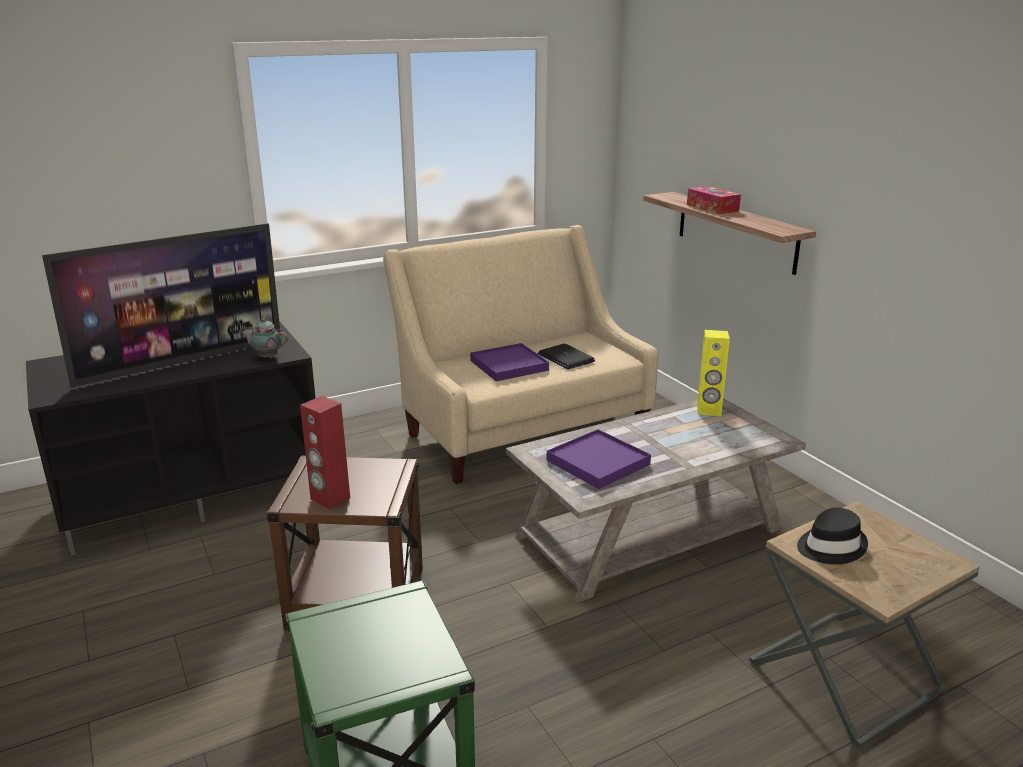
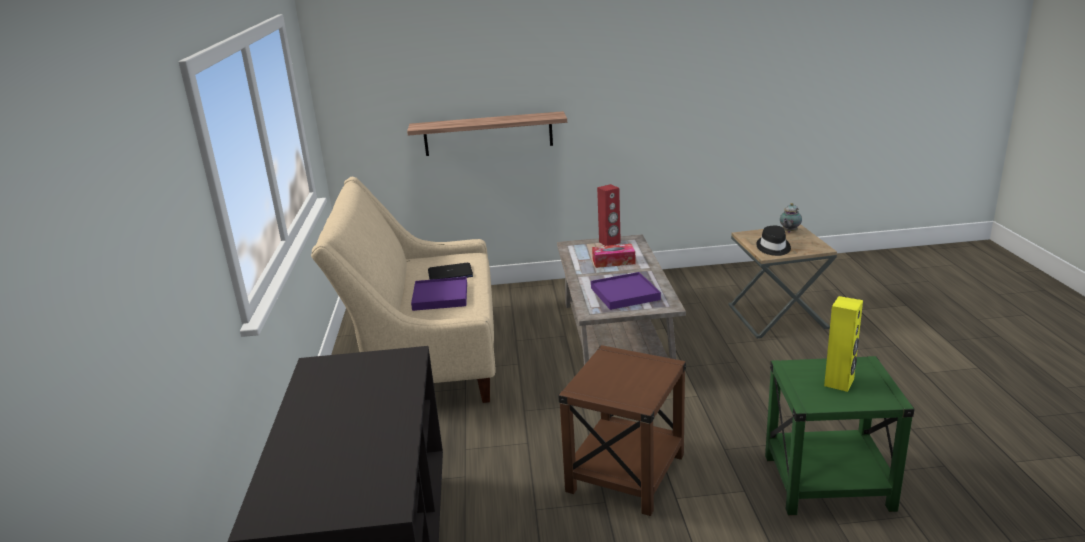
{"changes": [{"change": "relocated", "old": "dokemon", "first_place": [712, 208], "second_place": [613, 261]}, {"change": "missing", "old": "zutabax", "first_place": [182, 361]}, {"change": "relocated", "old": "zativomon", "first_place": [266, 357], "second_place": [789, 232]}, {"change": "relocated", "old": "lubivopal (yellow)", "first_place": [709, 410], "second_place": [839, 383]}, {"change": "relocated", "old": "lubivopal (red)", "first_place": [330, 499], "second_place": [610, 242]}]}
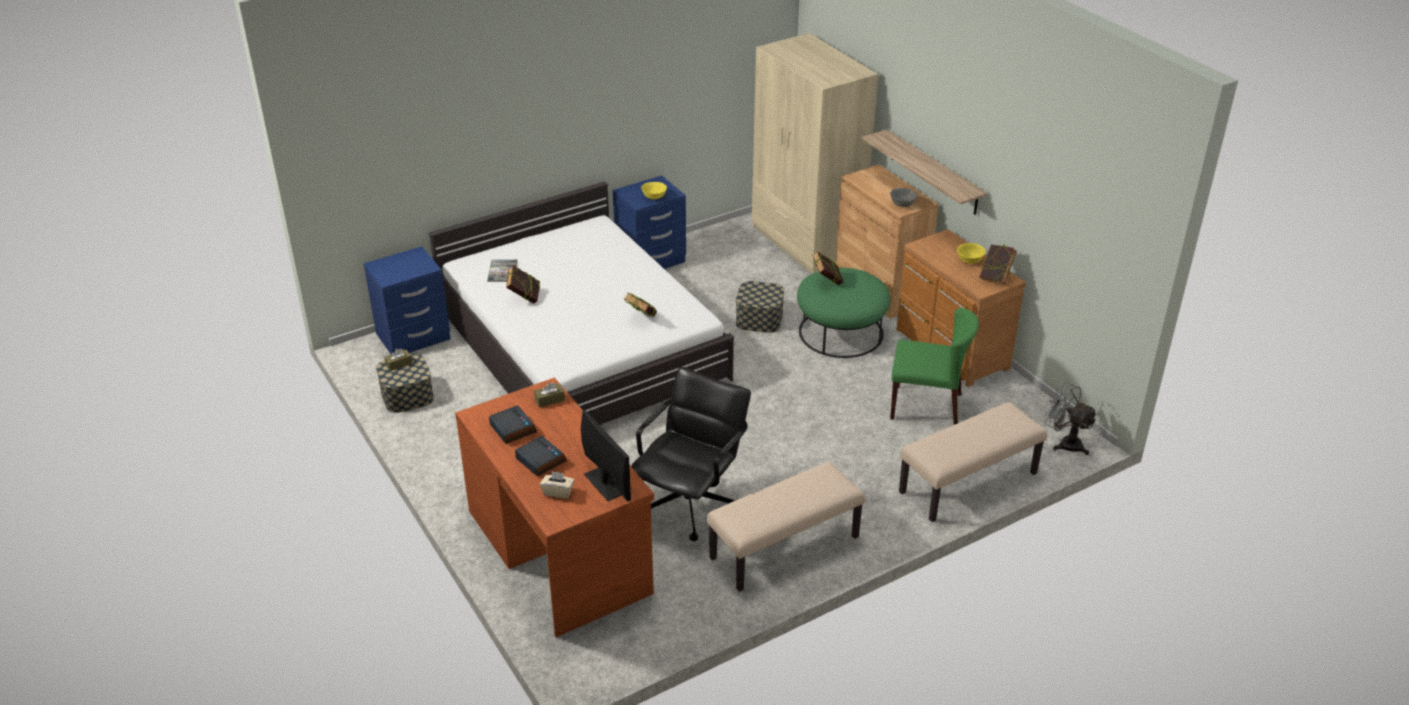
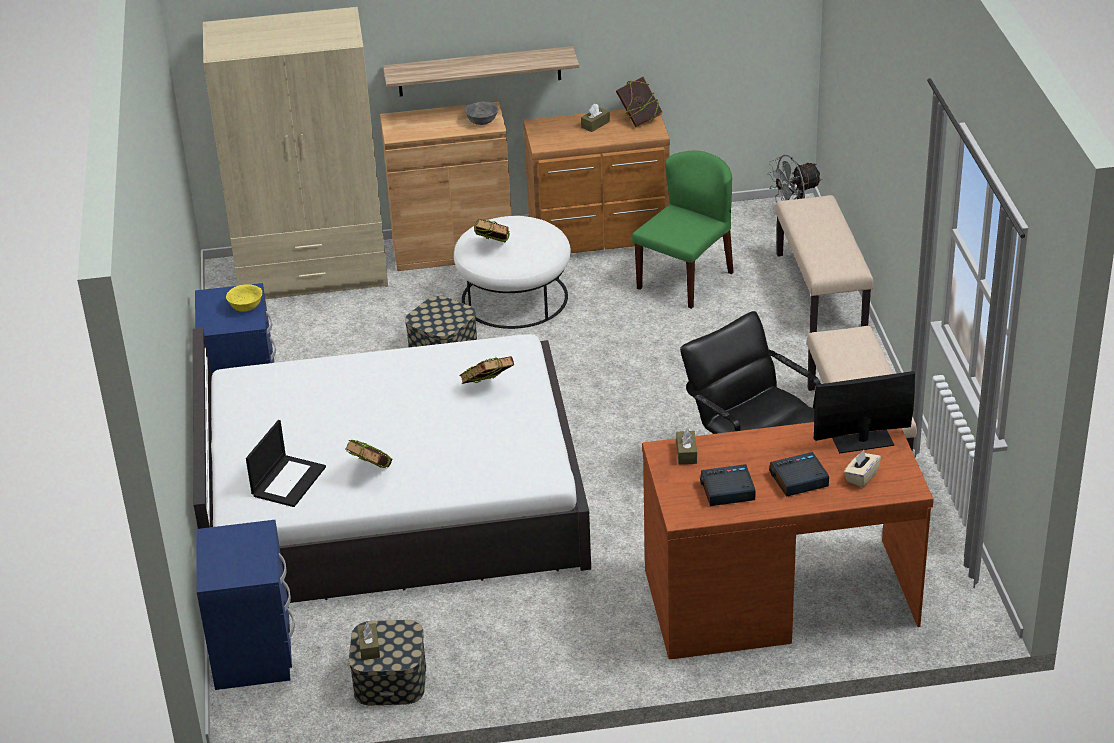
{"changes": [{"change": "exchanged", "old": "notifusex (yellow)", "new": "dokemon (brown)", "first_place": [969, 261], "second_place": [595, 124]}, {"change": "exchanged", "old": "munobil", "new": "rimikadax", "first_place": [502, 271], "second_place": [288, 481]}, {"change": "colour", "old": "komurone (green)", "new": "komurone (white)", "first_place": [840, 332], "second_place": [514, 297]}]}
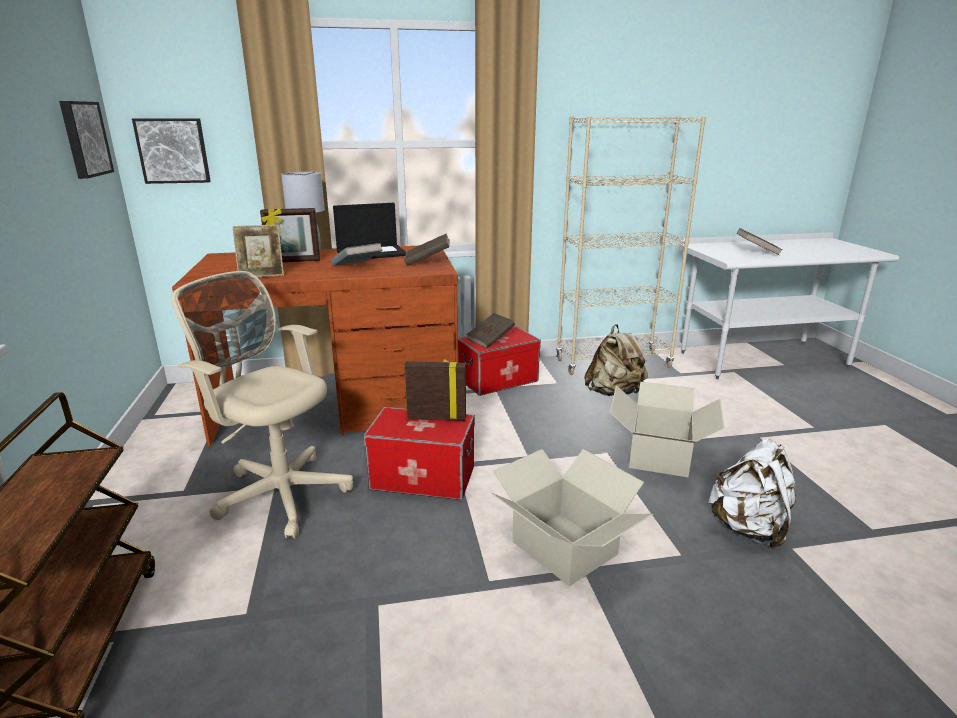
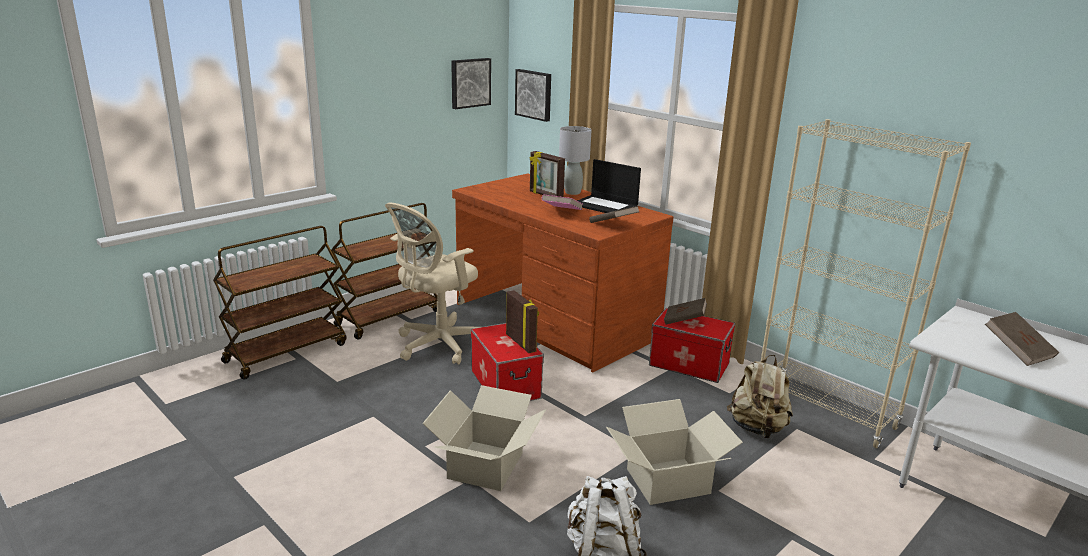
{"changes": [{"change": "missing", "old": "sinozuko", "first_place": [262, 275]}, {"change": "colour", "old": "munobil (grey)", "new": "munobil (pink)", "first_place": [357, 267], "second_place": [562, 212]}, {"change": "spun", "old": "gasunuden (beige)", "first_place": [280, 492], "second_place": [438, 345], "degrees": -135}, {"change": "appeared", "new": "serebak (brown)", "second_place": [389, 317]}]}
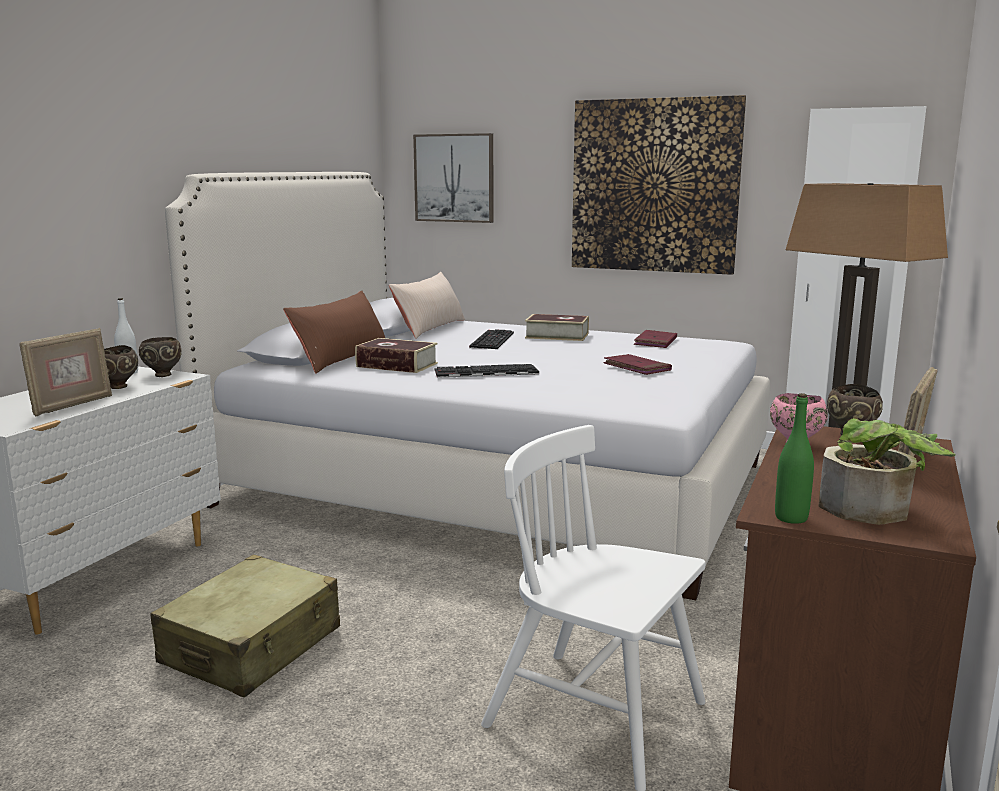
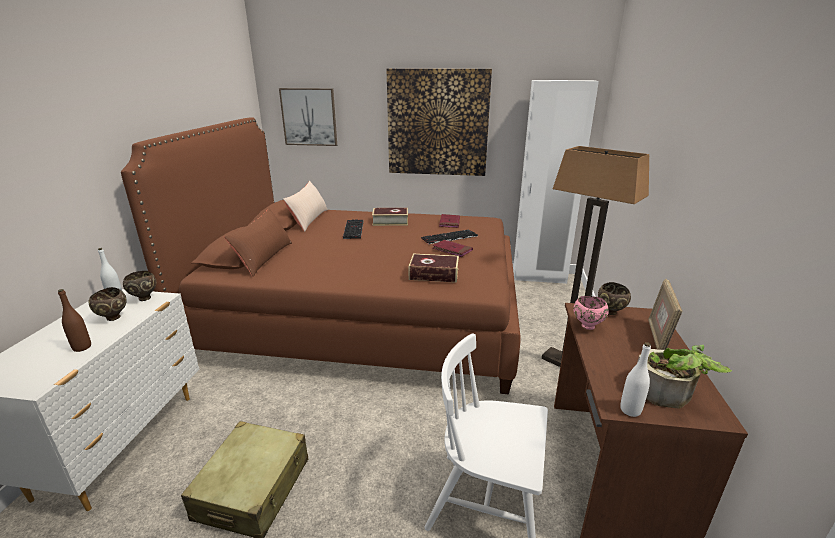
{"changes": [{"change": "colour", "old": "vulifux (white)", "new": "vulifux (brown)", "first_place": [494, 484], "second_place": [364, 316]}, {"change": "exchanged", "old": "sinozuko", "new": "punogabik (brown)", "first_place": [72, 405], "second_place": [82, 347]}, {"change": "relocated", "old": "munobil", "first_place": [397, 365], "second_place": [434, 274]}, {"change": "relocated", "old": "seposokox", "first_place": [485, 372], "second_place": [449, 237]}, {"change": "colour", "old": "punogabik (green)", "new": "punogabik (white)", "first_place": [791, 518], "second_place": [630, 410]}]}
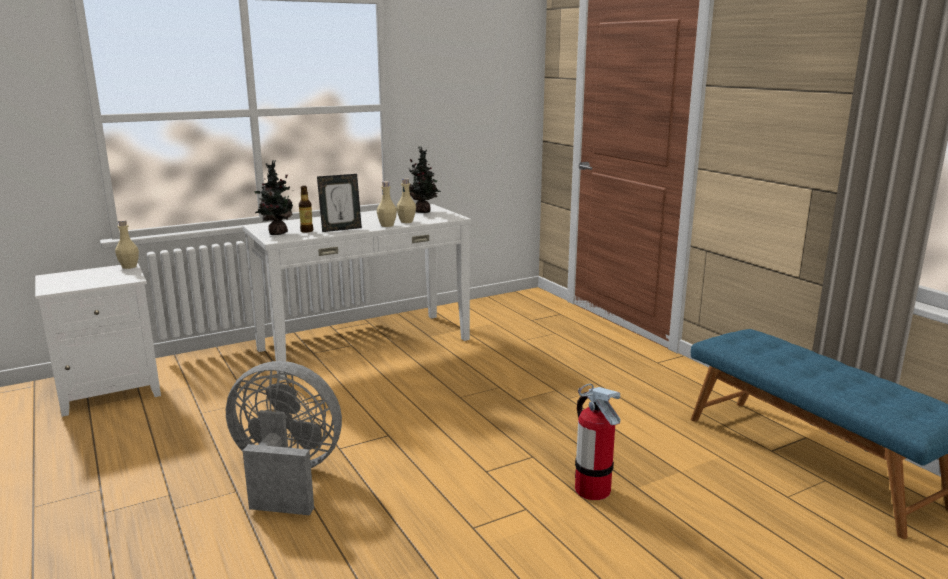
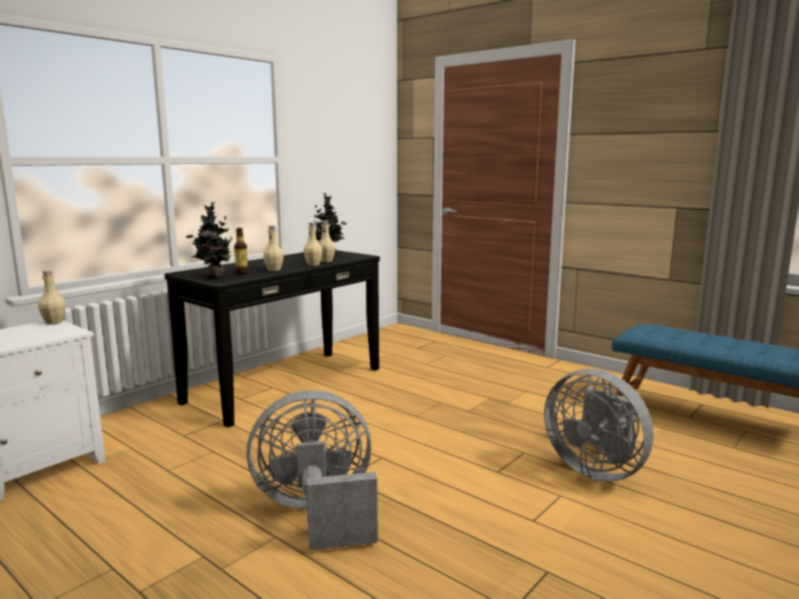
{"changes": [{"change": "exchanged", "old": "sinozuko", "new": "punogabik (beige)", "first_place": [341, 229], "second_place": [274, 270]}, {"change": "colour", "old": "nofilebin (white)", "new": "nofilebin (black)", "first_place": [364, 344], "second_place": [285, 385]}, {"change": "exchanged", "old": "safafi", "new": "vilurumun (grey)", "first_place": [592, 489], "second_place": [595, 469]}]}
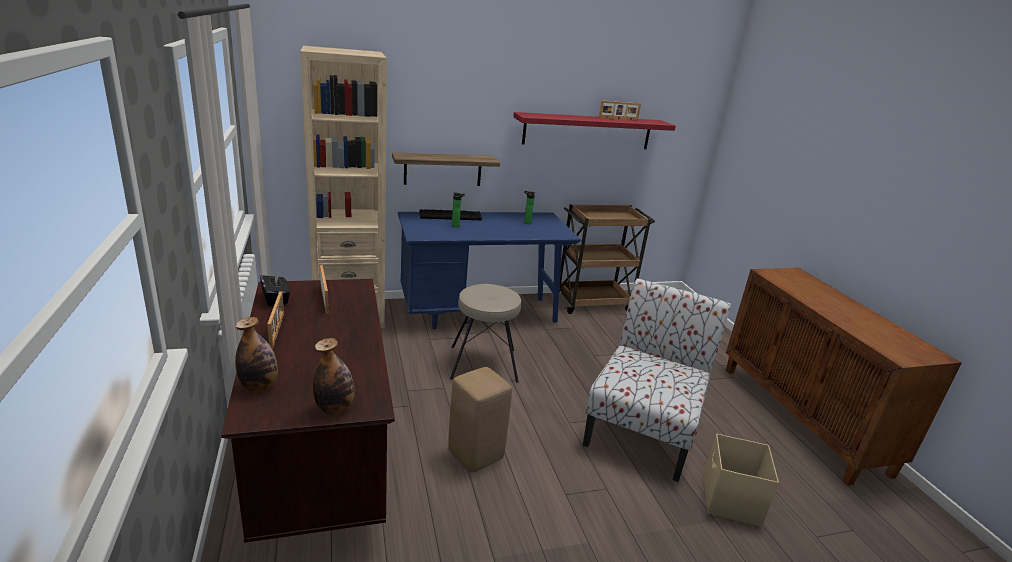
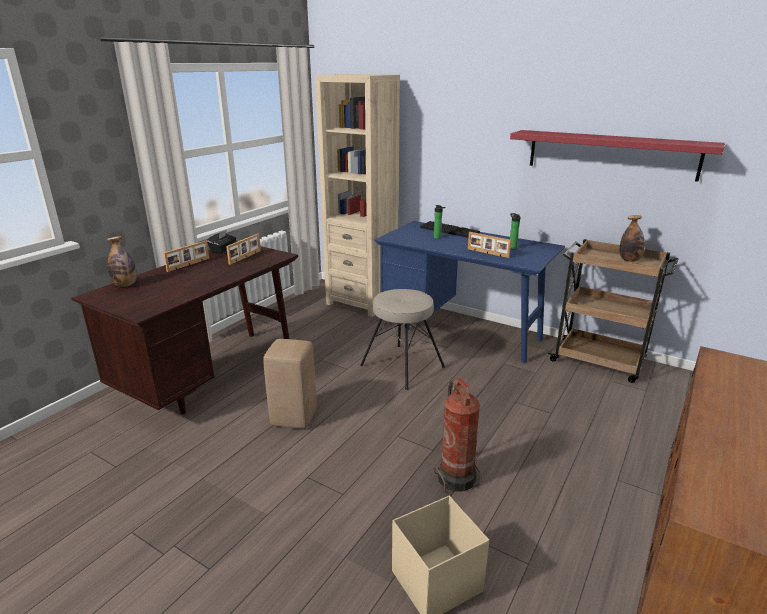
{"changes": [{"change": "relocated", "old": "sinozuko", "first_place": [618, 119], "second_place": [487, 253]}, {"change": "missing", "old": "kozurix", "first_place": [443, 169]}, {"change": "exchanged", "old": "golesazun", "new": "safafi", "first_place": [643, 429], "second_place": [456, 477]}, {"change": "relocated", "old": "punogabik", "first_place": [335, 408], "second_place": [629, 260]}]}
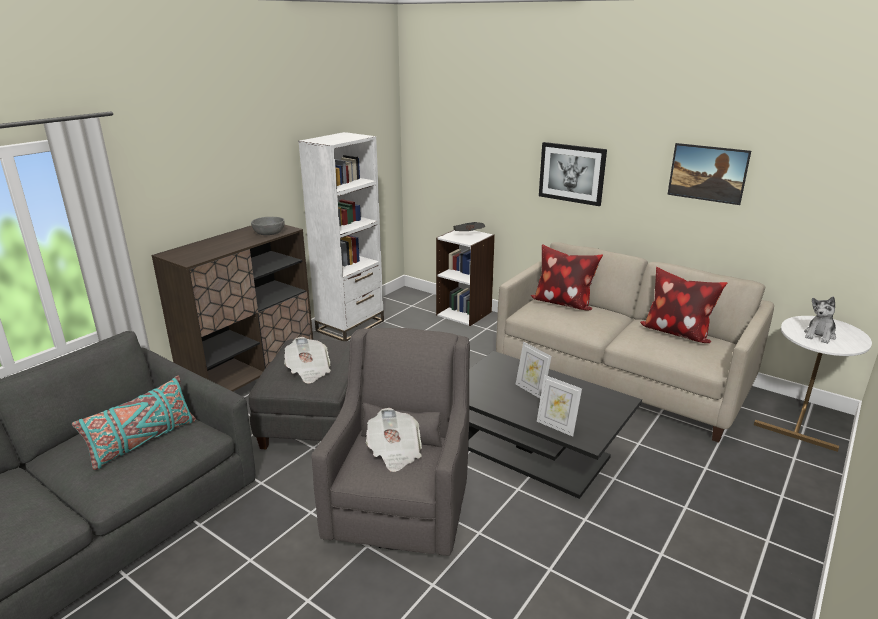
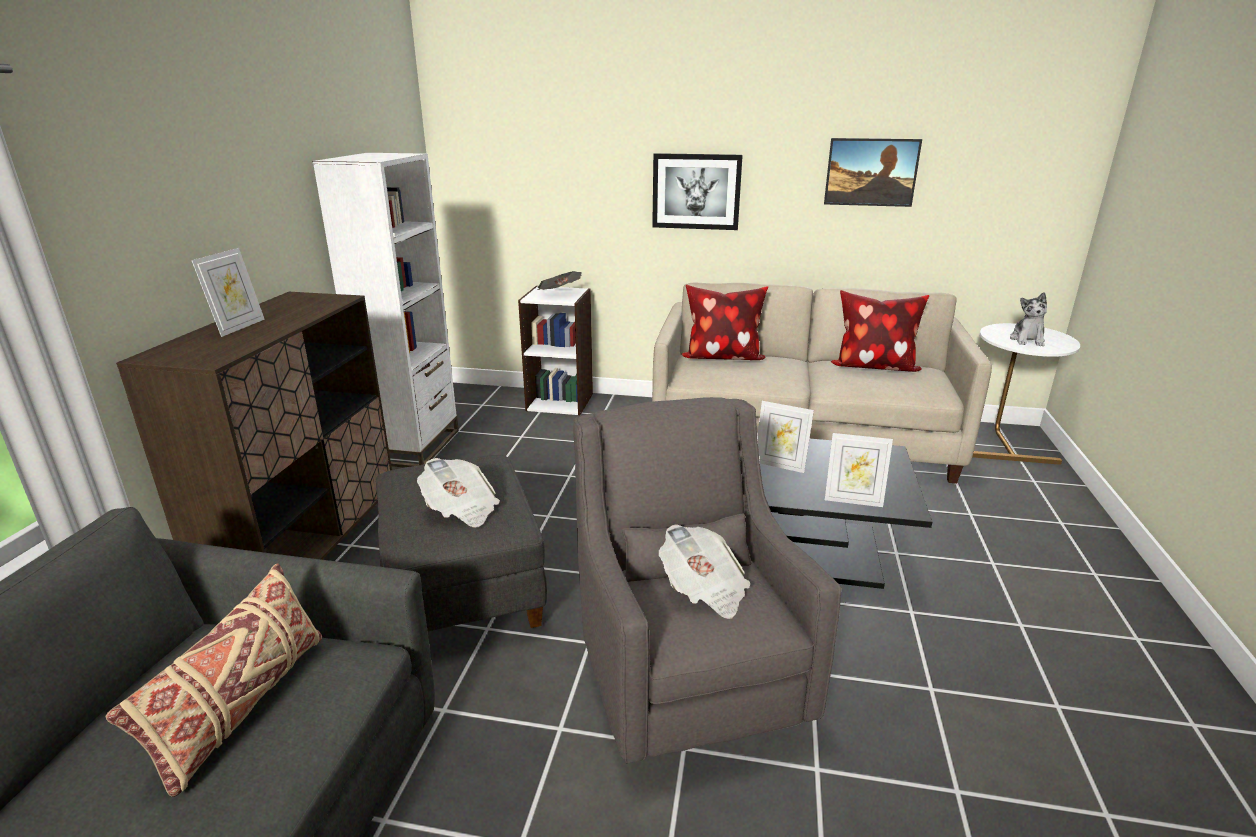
{"changes": [{"change": "missing", "old": "notifusex (grey)", "first_place": [269, 233]}, {"change": "colour", "old": "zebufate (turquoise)", "new": "zebufate (beige)", "first_place": [143, 442], "second_place": [242, 706]}, {"change": "appeared", "new": "sinozuko", "second_place": [238, 327]}]}
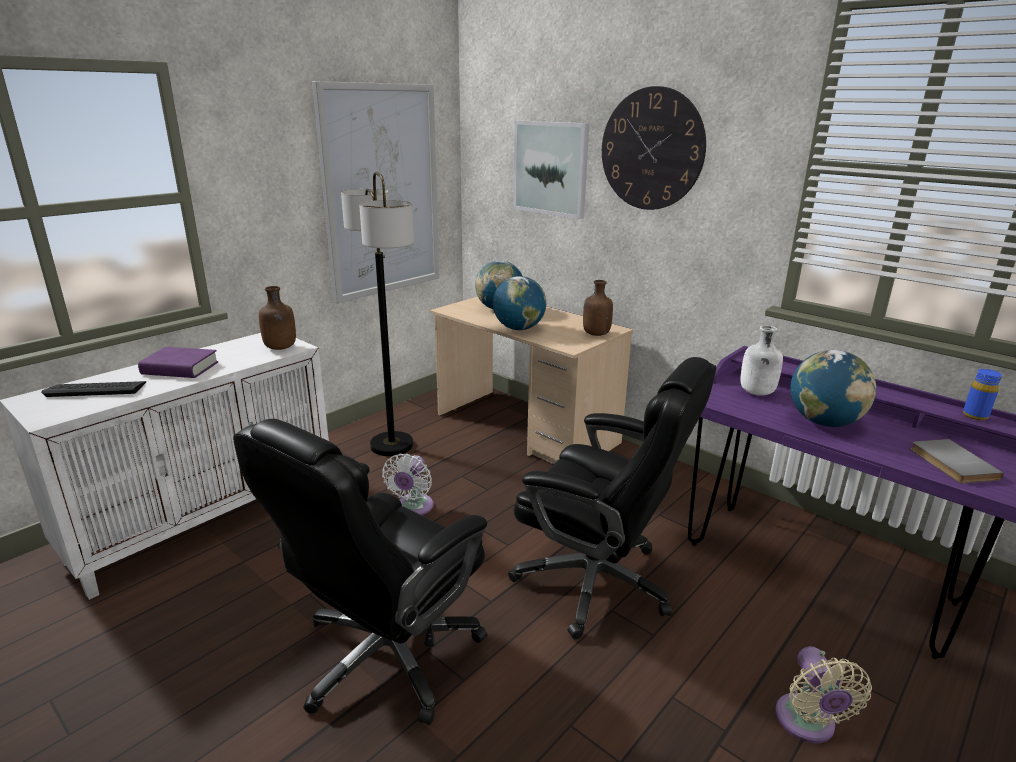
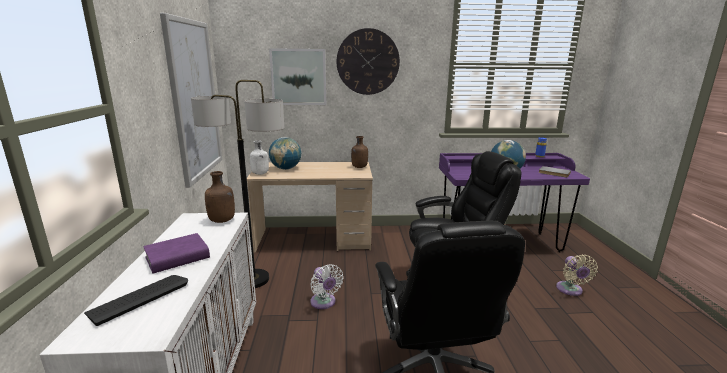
{"changes": [{"change": "missing", "old": "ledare", "first_place": [519, 329]}, {"change": "relocated", "old": "punogabik (white)", "first_place": [756, 393], "second_place": [260, 174]}, {"change": "spun", "old": "vilurumun (beige)", "first_place": [807, 724], "second_place": [570, 290], "degrees": 45}]}
